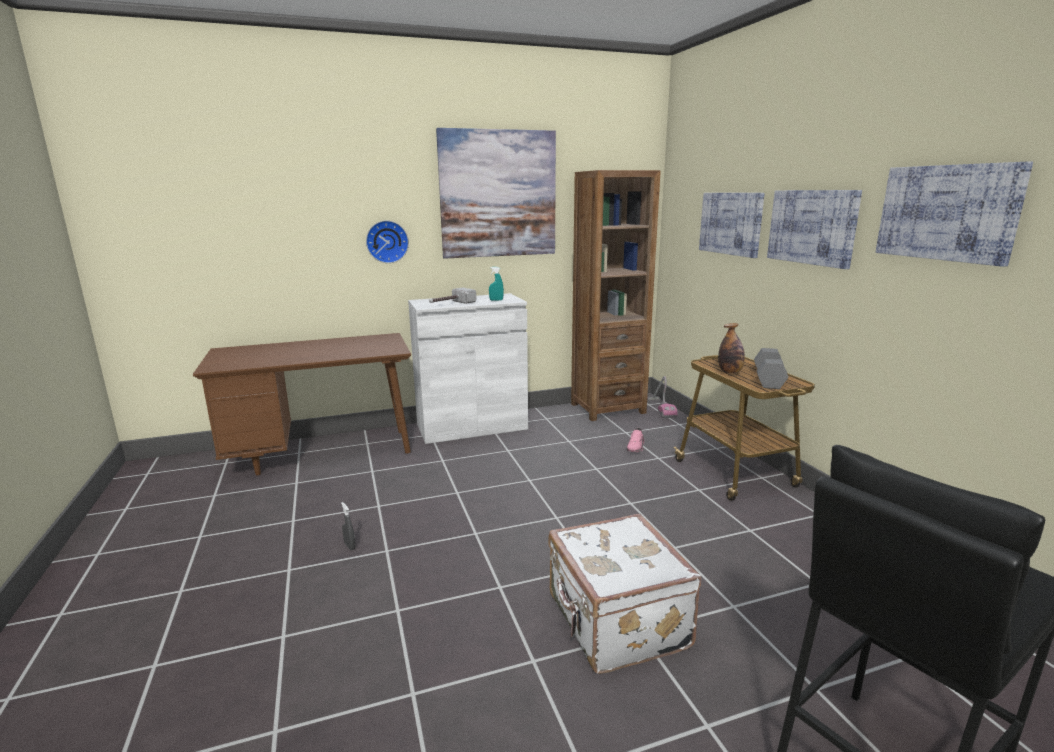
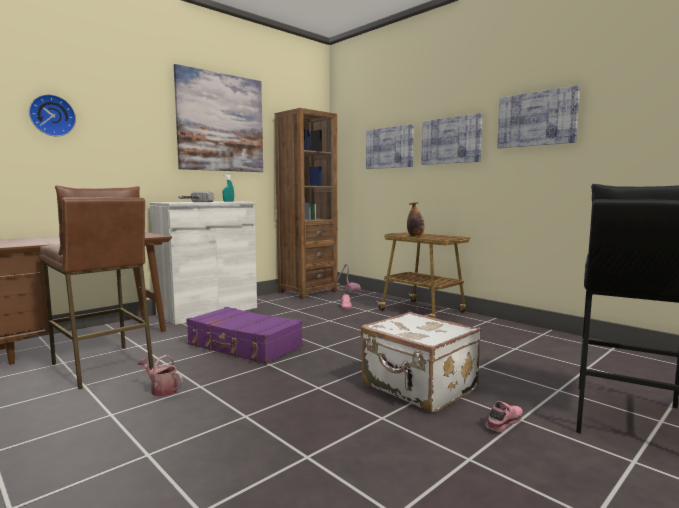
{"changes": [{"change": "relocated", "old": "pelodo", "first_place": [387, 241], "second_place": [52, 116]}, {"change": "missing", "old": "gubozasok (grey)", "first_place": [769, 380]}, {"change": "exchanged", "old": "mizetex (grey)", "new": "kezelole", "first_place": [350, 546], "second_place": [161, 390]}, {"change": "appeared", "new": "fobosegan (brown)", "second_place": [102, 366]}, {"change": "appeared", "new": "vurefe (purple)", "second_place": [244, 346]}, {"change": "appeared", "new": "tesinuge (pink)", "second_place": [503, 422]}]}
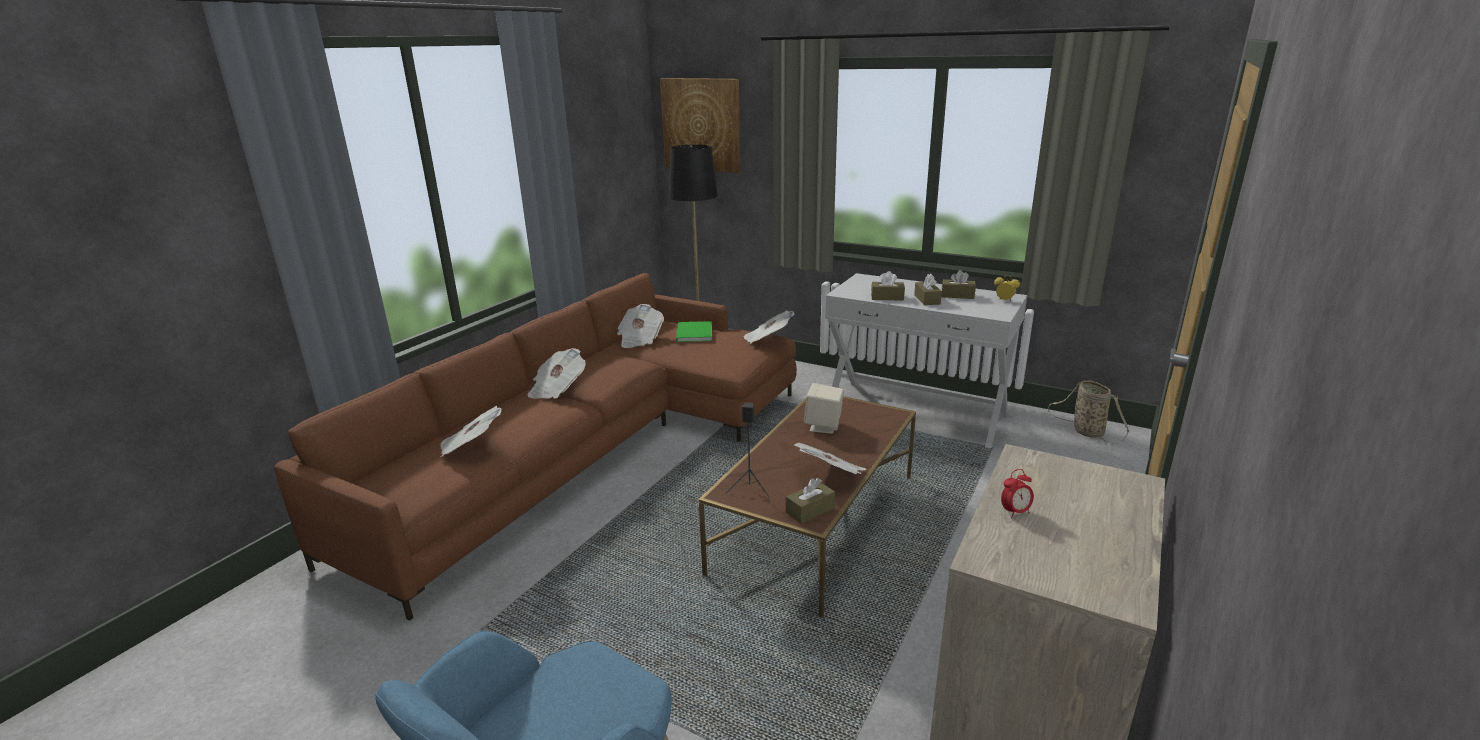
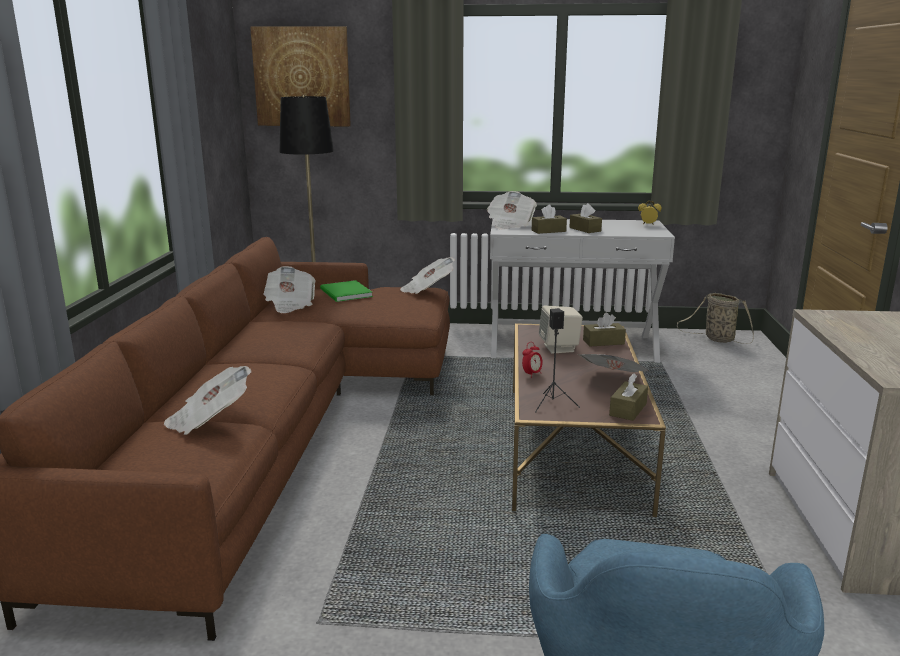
{"changes": [{"change": "relocated", "old": "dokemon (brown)", "first_place": [957, 295], "second_place": [603, 342]}, {"change": "relocated", "old": "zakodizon", "first_place": [557, 389], "second_place": [510, 224]}, {"change": "relocated", "old": "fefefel", "first_place": [1015, 512], "second_place": [532, 374]}]}
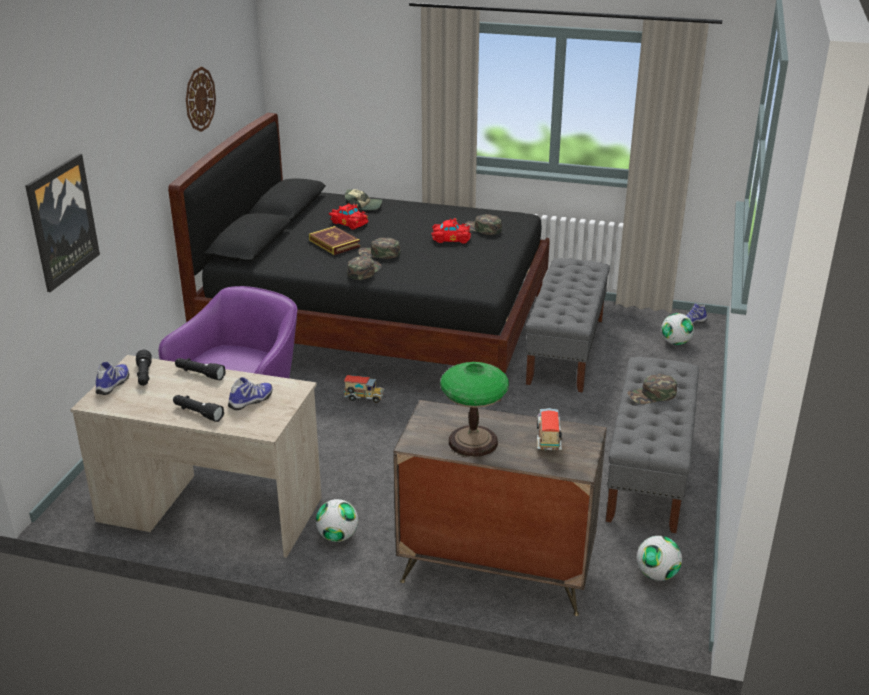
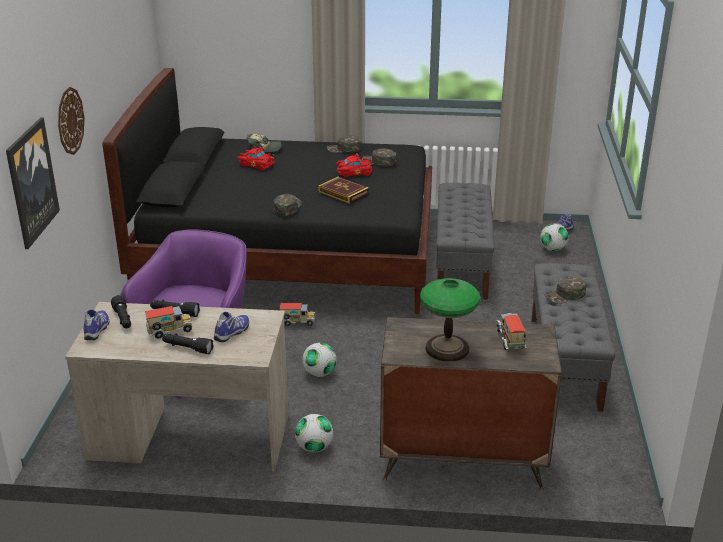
{"changes": [{"change": "relocated", "old": "pelodo", "first_place": [199, 99], "second_place": [70, 121]}, {"change": "relocated", "old": "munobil", "first_place": [334, 243], "second_place": [343, 193]}, {"change": "relocated", "old": "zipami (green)", "first_place": [379, 253], "second_place": [344, 149]}, {"change": "relocated", "old": "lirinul", "first_place": [656, 574], "second_place": [319, 373]}, {"change": "appeared", "new": "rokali", "second_place": [170, 332]}]}
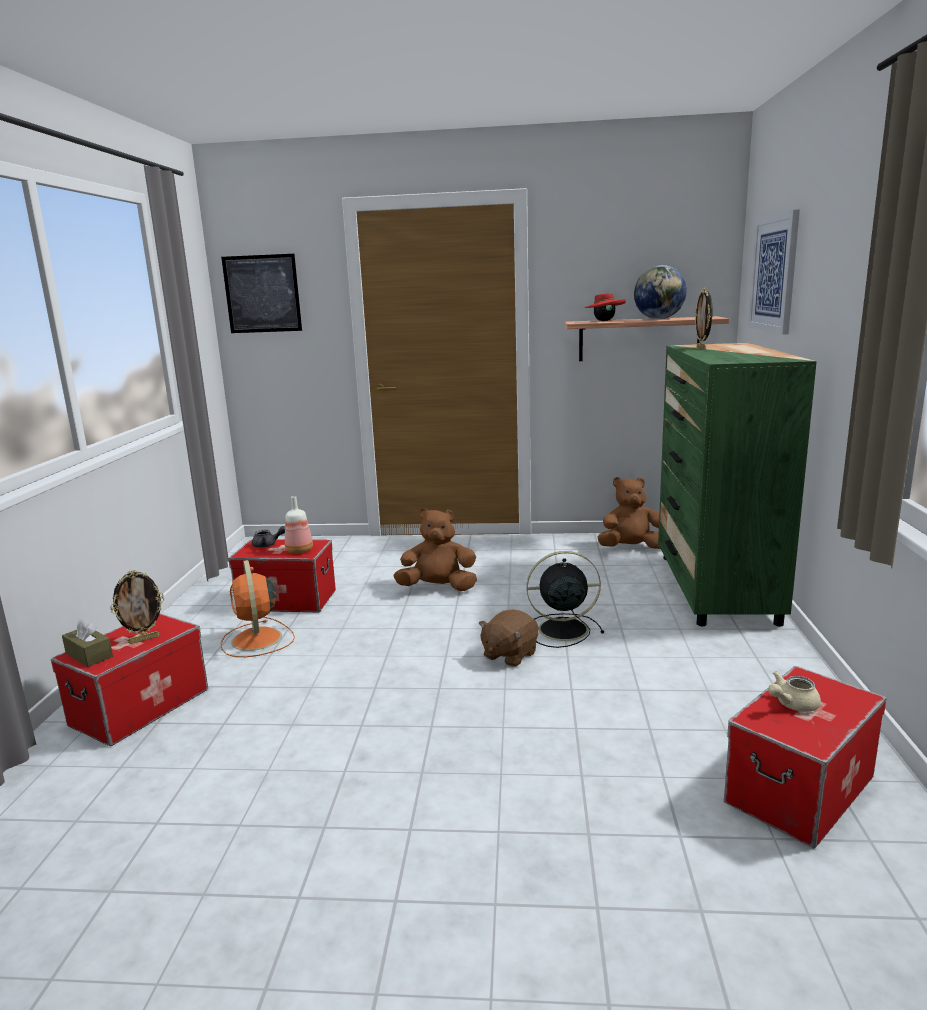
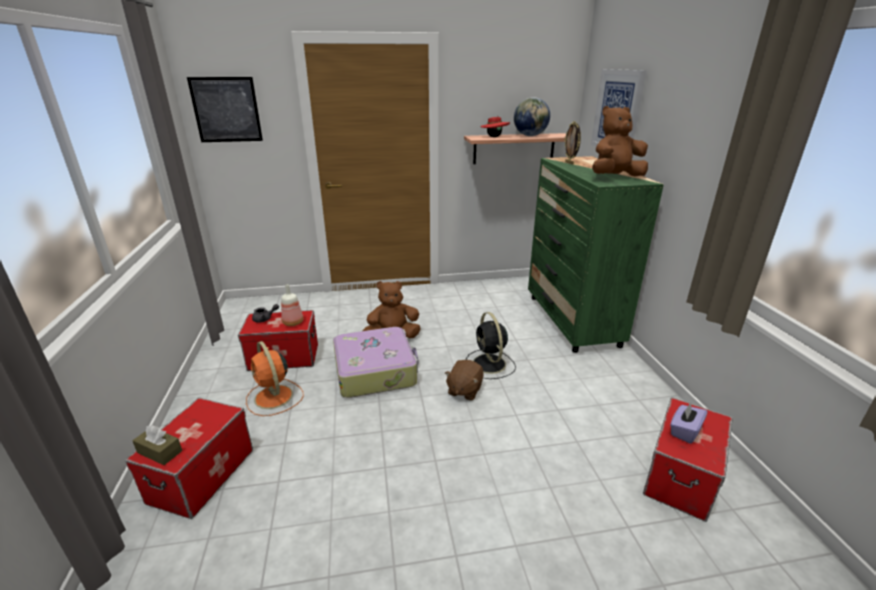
{"changes": [{"change": "relocated", "old": "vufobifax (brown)", "first_place": [631, 548], "second_place": [615, 177]}, {"change": "spun", "old": "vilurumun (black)", "first_place": [561, 630], "second_place": [490, 364], "degrees": -90}, {"change": "missing", "old": "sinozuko", "first_place": [144, 639]}, {"change": "exchanged", "old": "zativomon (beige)", "new": "dokemon (purple)", "first_place": [792, 704], "second_place": [684, 431]}, {"change": "appeared", "new": "vurefe", "second_place": [376, 371]}]}
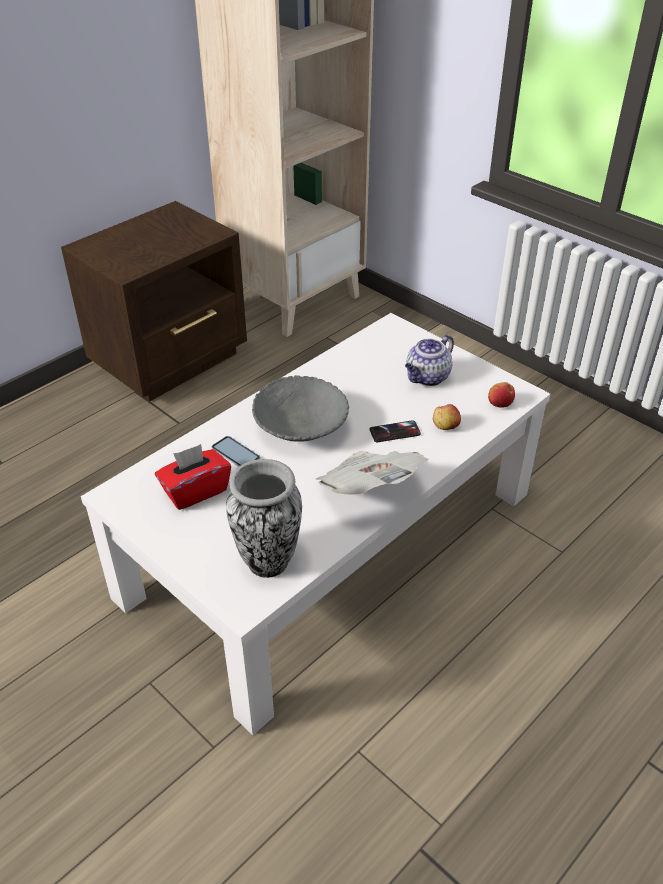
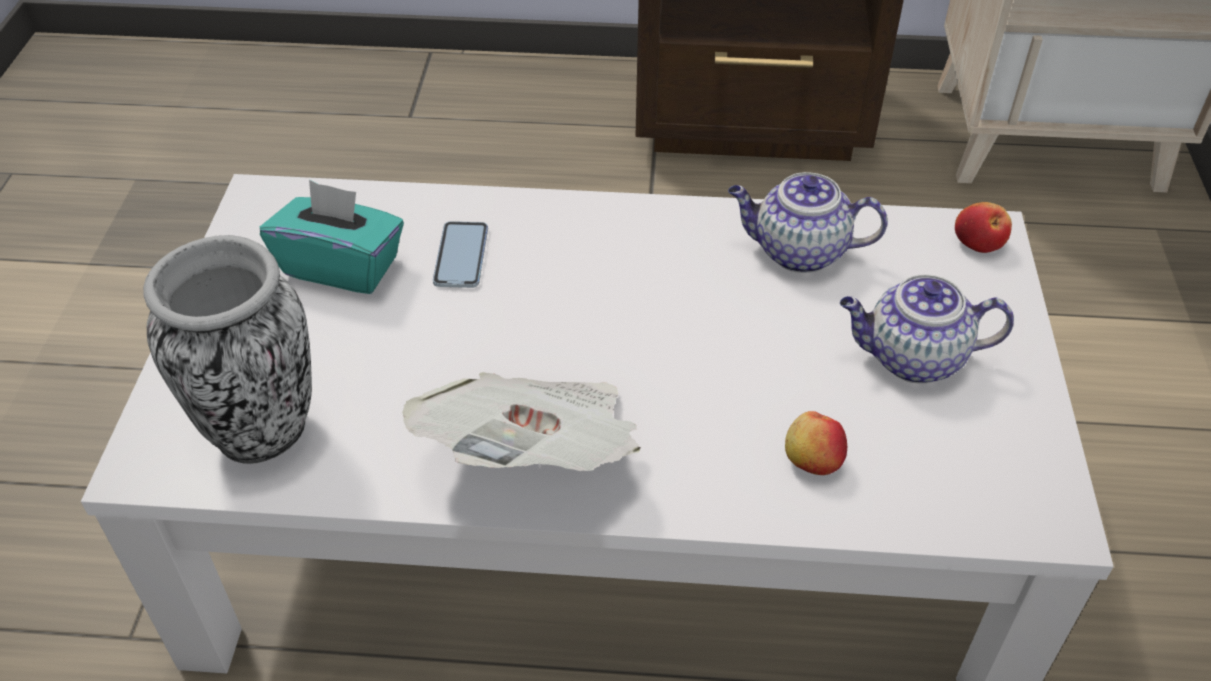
{"changes": [{"change": "missing", "old": "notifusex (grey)", "first_place": [301, 428]}, {"change": "relocated", "old": "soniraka", "first_place": [500, 403], "second_place": [978, 242]}, {"change": "missing", "old": "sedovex", "first_place": [394, 432]}, {"change": "colour", "old": "dokemon (red)", "new": "dokemon (turquoise)", "first_place": [195, 491], "second_place": [342, 266]}, {"change": "appeared", "new": "zativomon", "second_place": [798, 252]}]}
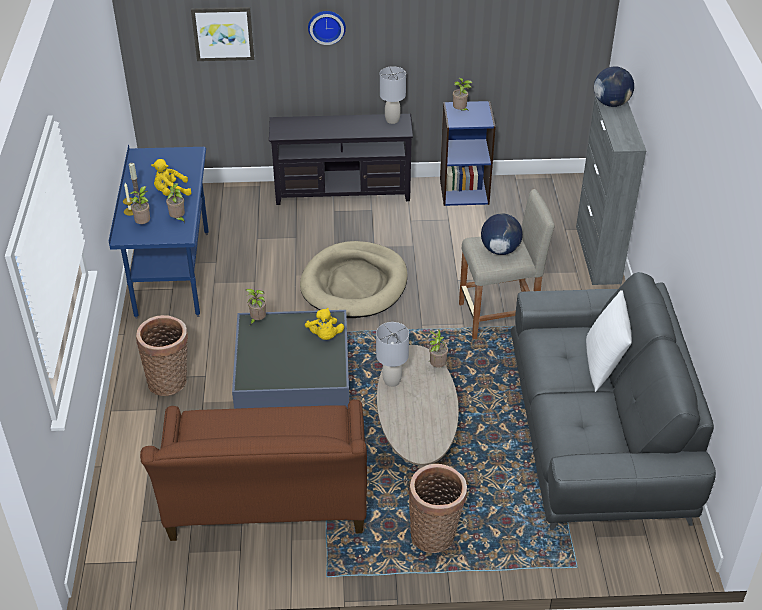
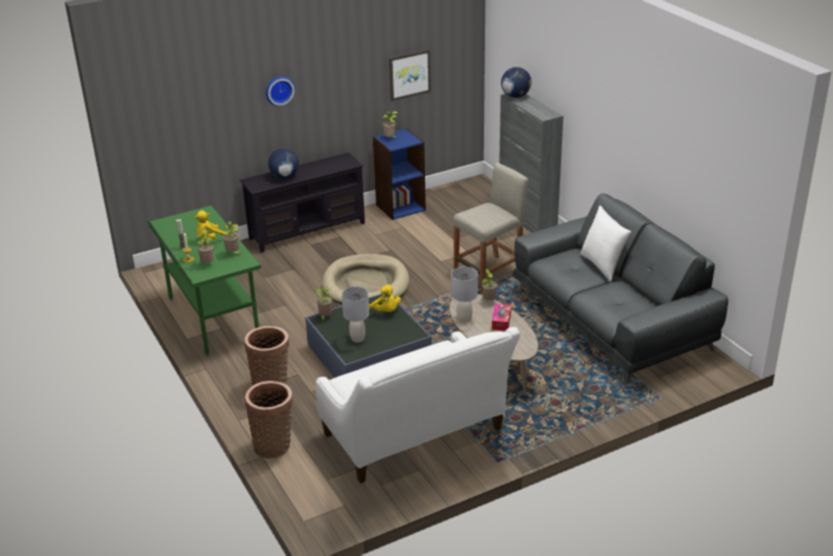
{"changes": [{"change": "relocated", "old": "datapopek", "first_place": [223, 33], "second_place": [409, 74]}, {"change": "relocated", "old": "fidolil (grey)", "first_place": [392, 120], "second_place": [357, 338]}, {"change": "colour", "old": "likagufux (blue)", "new": "likagufux (green)", "first_place": [172, 274], "second_place": [213, 319]}, {"change": "relocated", "old": "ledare", "first_place": [500, 250], "second_place": [284, 177]}, {"change": "colour", "old": "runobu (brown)", "new": "runobu (white)", "first_place": [267, 507], "second_place": [417, 437]}, {"change": "relocated", "old": "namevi", "first_place": [435, 535], "second_place": [274, 445]}, {"change": "appeared", "new": "dokemon", "second_place": [501, 321]}]}
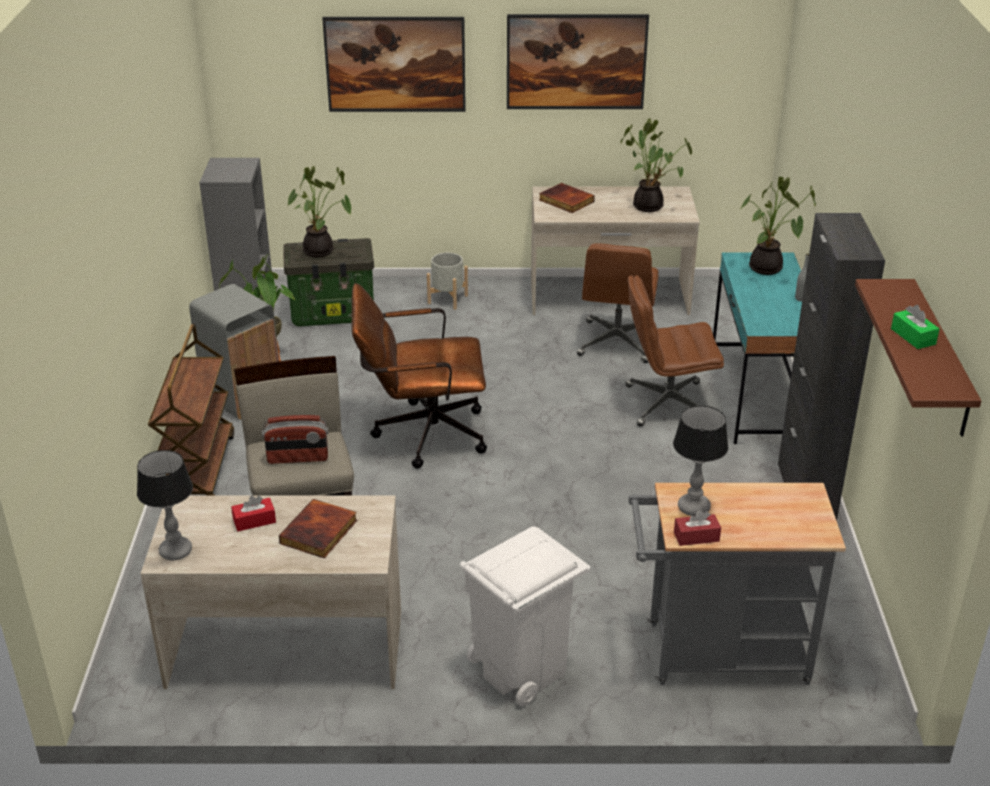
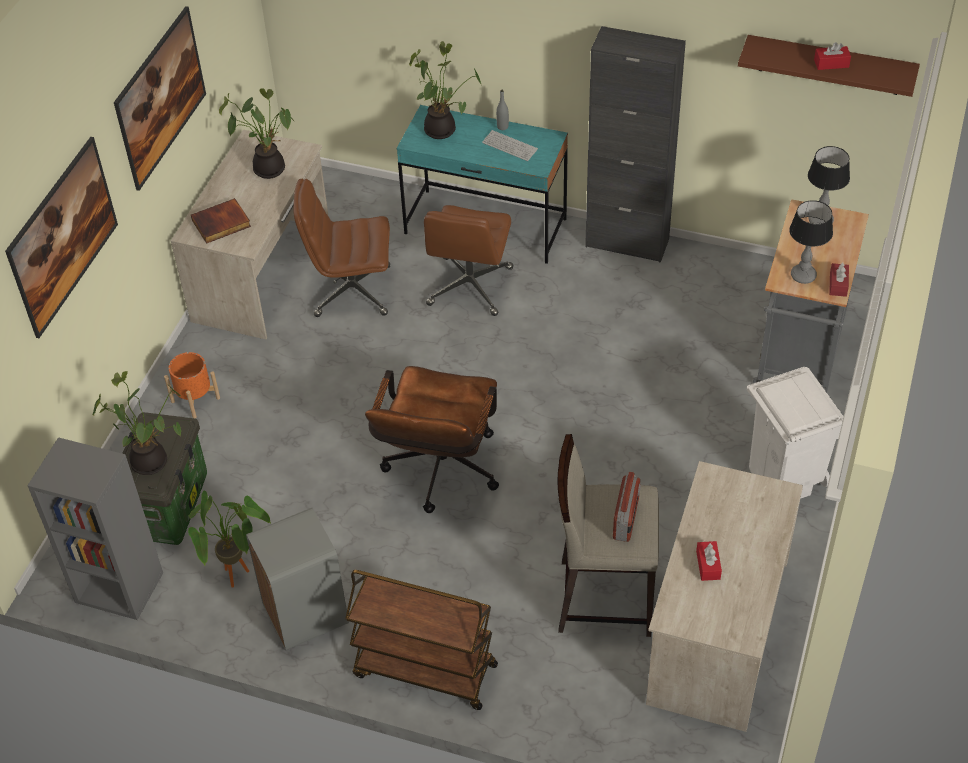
{"changes": [{"change": "spun", "old": "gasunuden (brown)", "first_place": [617, 342], "second_place": [351, 291], "degrees": 150}, {"change": "colour", "old": "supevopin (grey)", "new": "supevopin (orange)", "first_place": [447, 299], "second_place": [195, 400]}, {"change": "colour", "old": "dokemon (green)", "new": "dokemon (red)", "first_place": [913, 336], "second_place": [831, 63]}, {"change": "relocated", "old": "fidolil", "first_place": [176, 552], "second_place": [821, 221]}, {"change": "missing", "old": "munobil", "first_place": [320, 532]}, {"change": "appeared", "new": "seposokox", "second_place": [509, 146]}]}
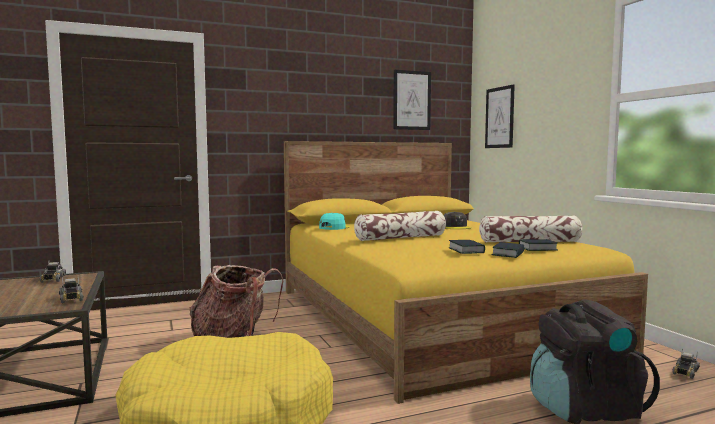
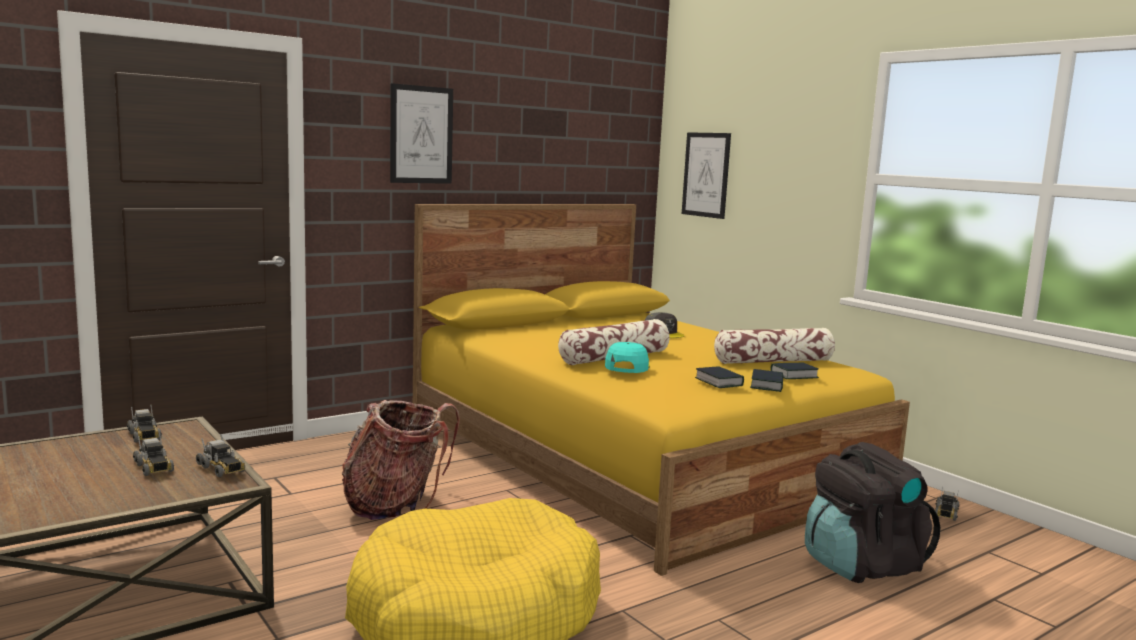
{"changes": [{"change": "relocated", "old": "datapopek", "first_place": [412, 100], "second_place": [421, 135]}, {"change": "relocated", "old": "zipami (turquoise)", "first_place": [334, 227], "second_place": [627, 366]}, {"change": "appeared", "new": "rokali", "second_place": [154, 467]}]}
